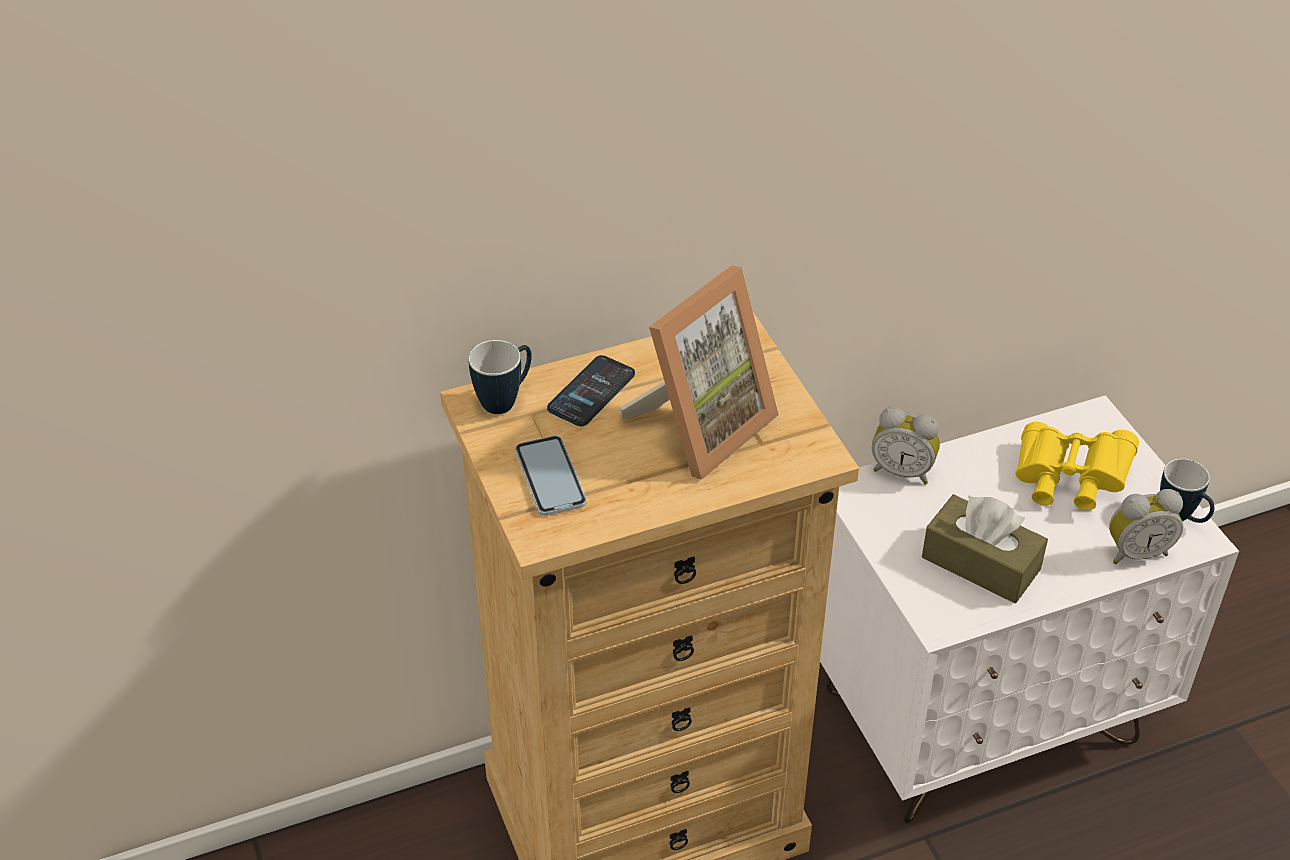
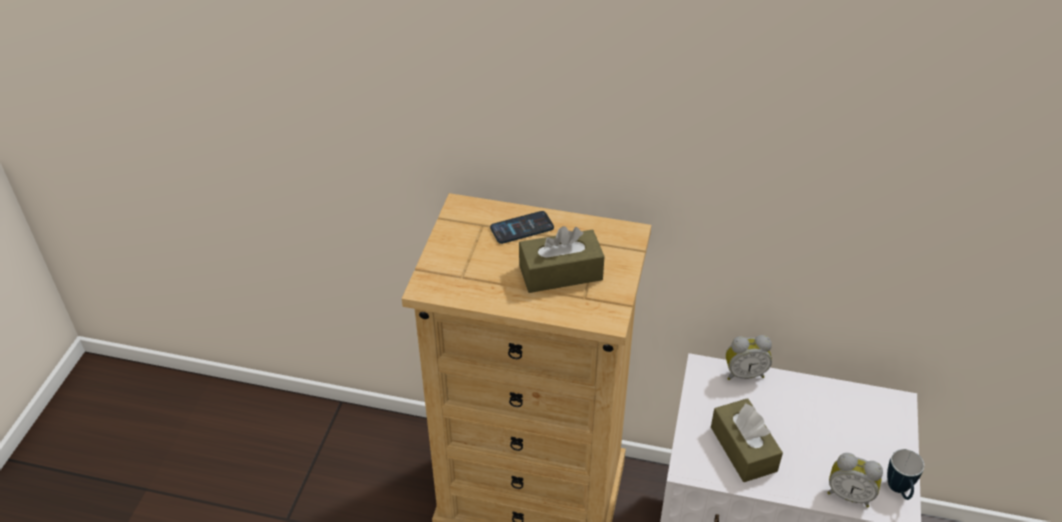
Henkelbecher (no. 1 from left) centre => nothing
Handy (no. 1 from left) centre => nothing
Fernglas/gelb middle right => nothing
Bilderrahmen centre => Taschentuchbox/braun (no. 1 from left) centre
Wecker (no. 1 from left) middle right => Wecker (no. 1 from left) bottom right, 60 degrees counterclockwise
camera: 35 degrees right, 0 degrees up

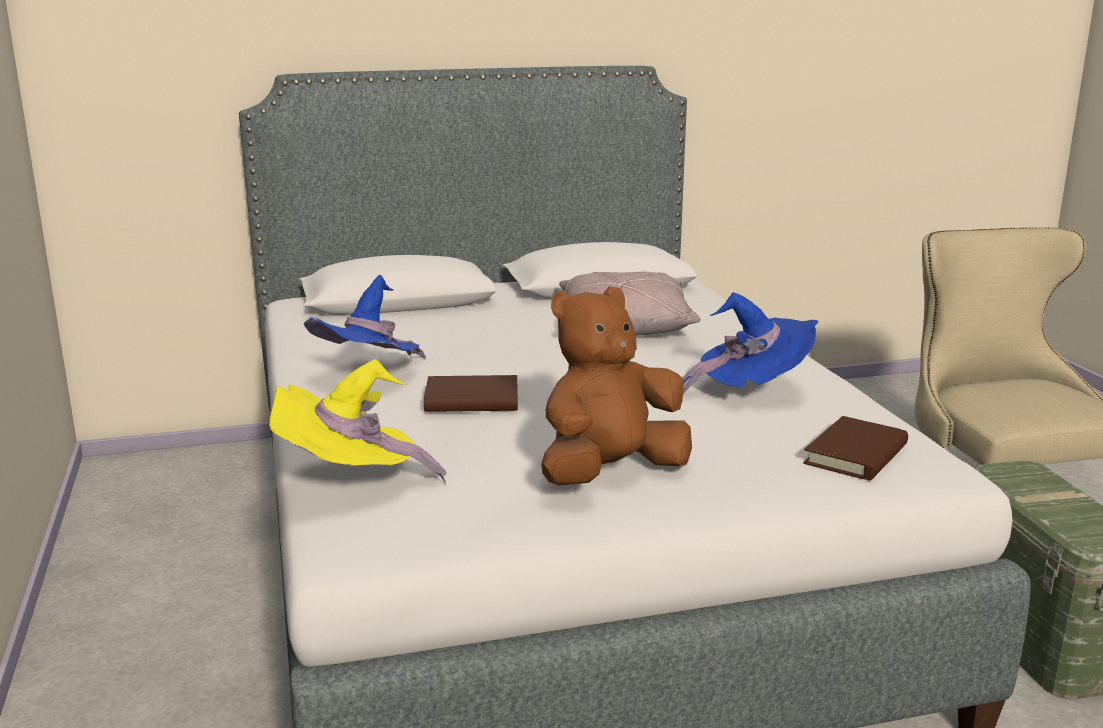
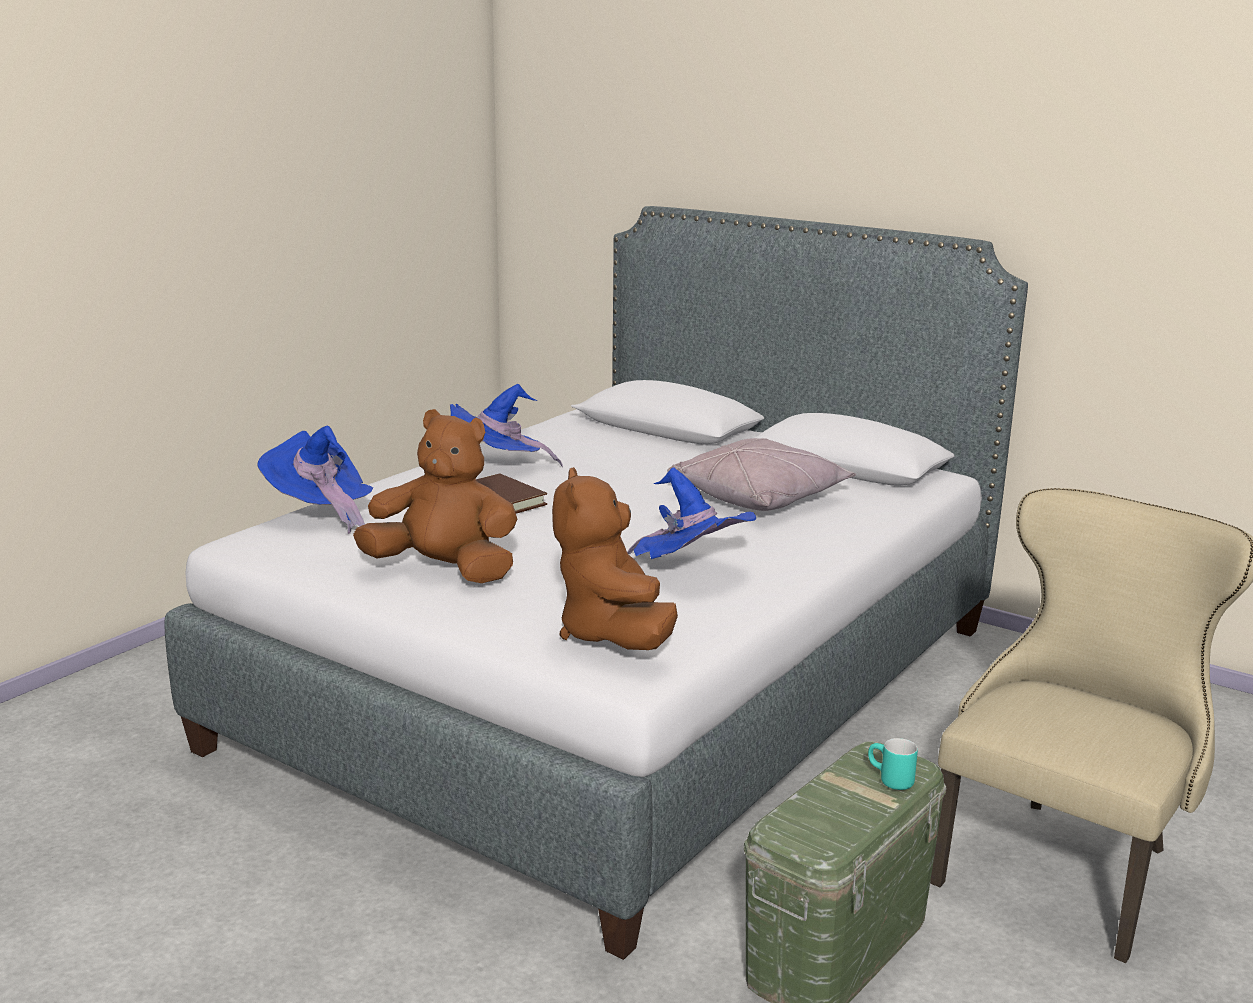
nothing => Henkelbecher/türkis bottom right
Buch/braun (no. 2 from left) middle right => Plüschtier/braun (no. 2 from left) centre
Hut/gelb middle left => Hut/blau (no. 1 from left) middle left
camera: 50 degrees right, 0 degrees up

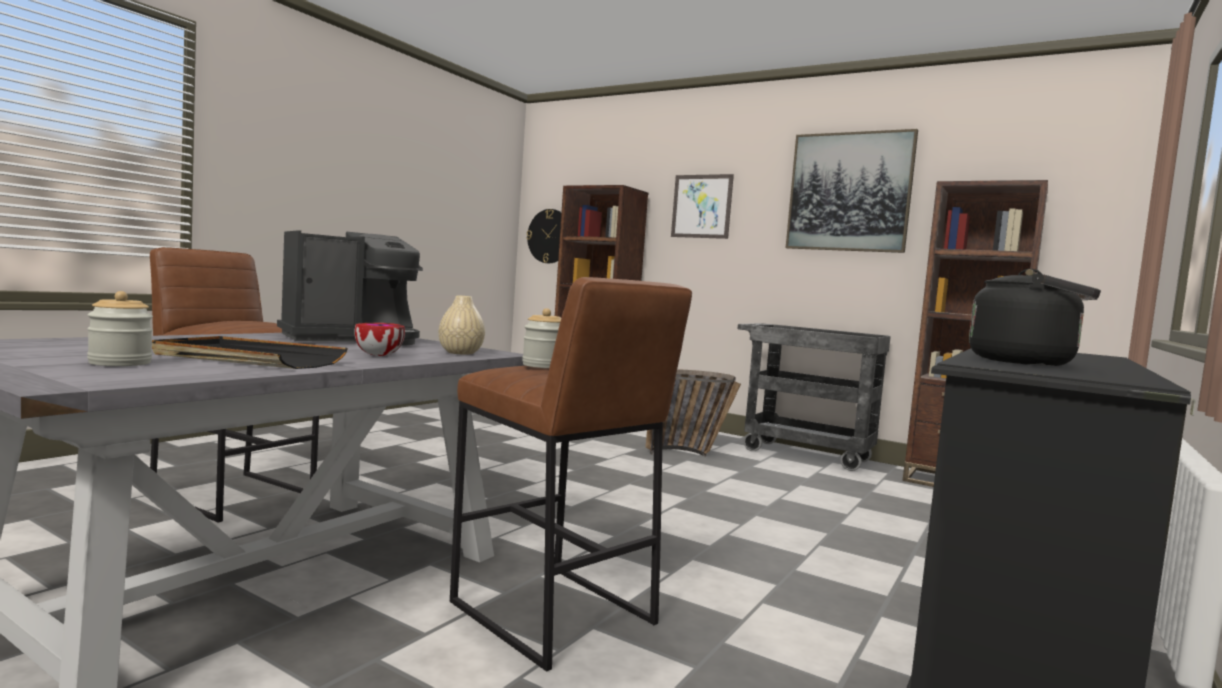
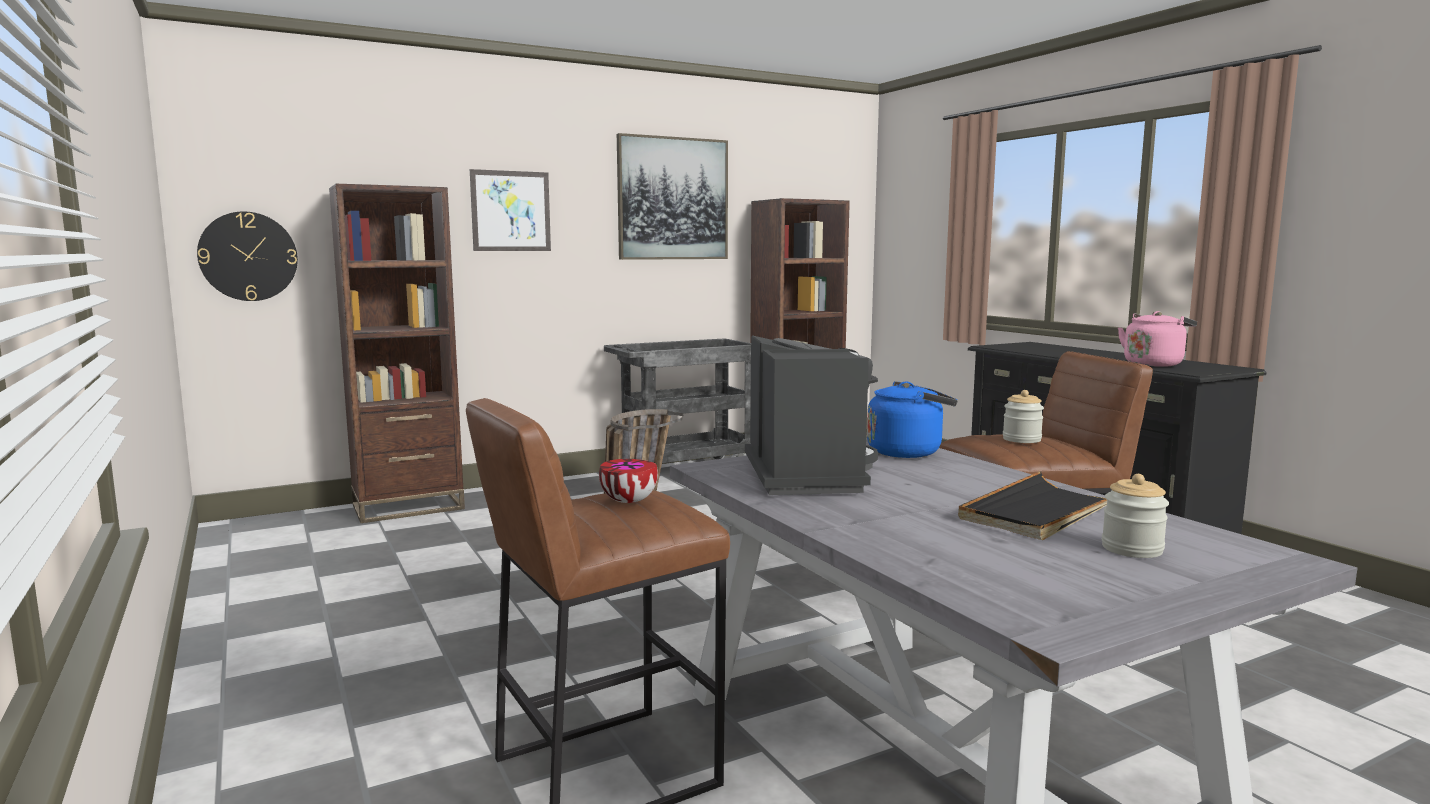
Schüssel middle left => Schüssel centre, relocated
Vase/beige centre => Wasserkessel/blau centre
Wasserkessel/schwarz middle right => Wasserkessel/rosa middle right
camera: 60 degrees left, 5 degrees up

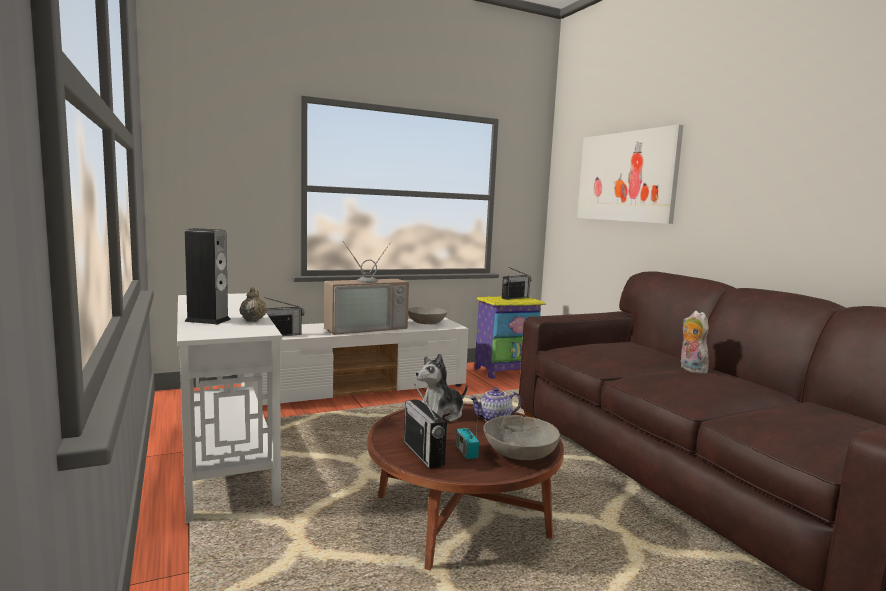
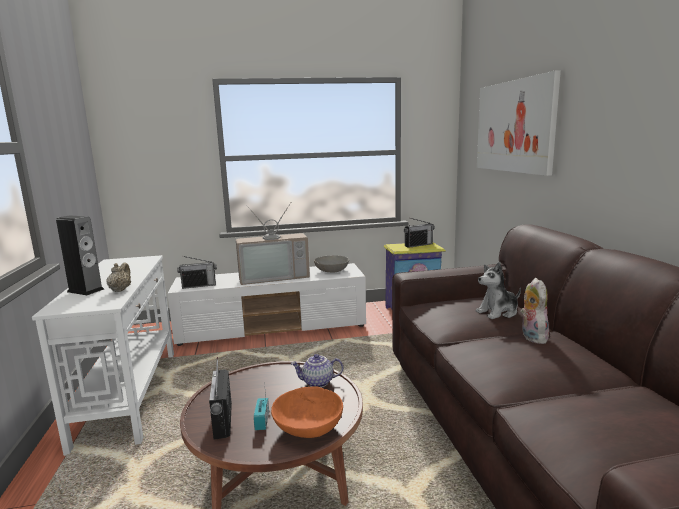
Plüschtier (no. 1 from left) centre => Plüschtier (no. 1 from left) middle right, relocated
Schüssel/grau (no. 2 from left) bottom centre => Schüssel/orange bottom centre
camera: 15 degrees right, 5 degrees up

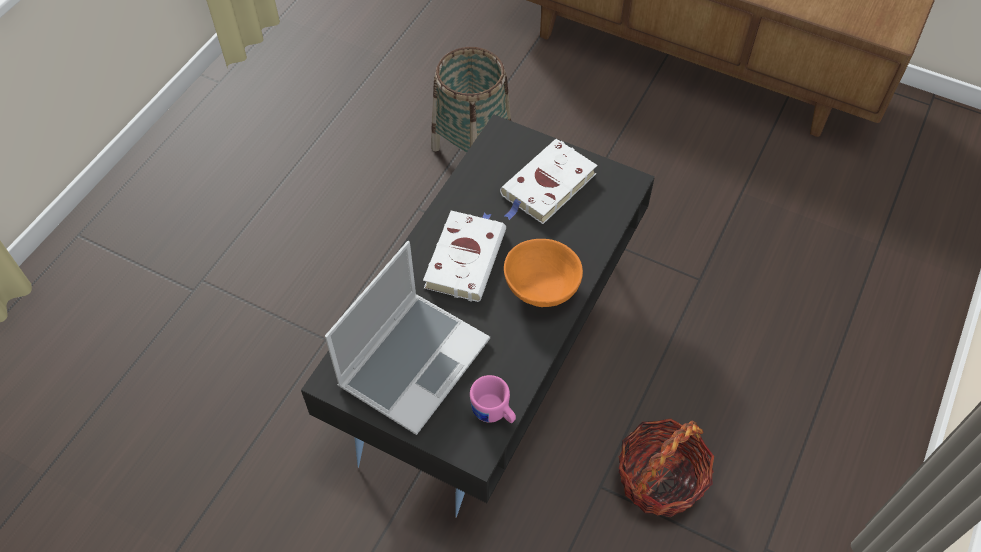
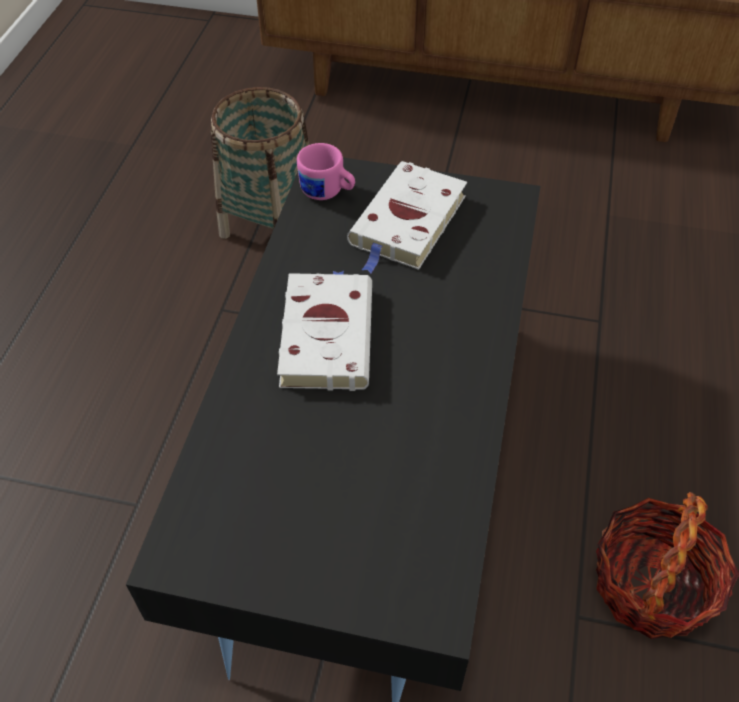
Laptop centre => nothing
Schüssel/orange centre => nothing
Henkelbecher/rosa bottom centre => Henkelbecher/rosa top centre, relocated
camera: 15 degrees left, 5 degrees down

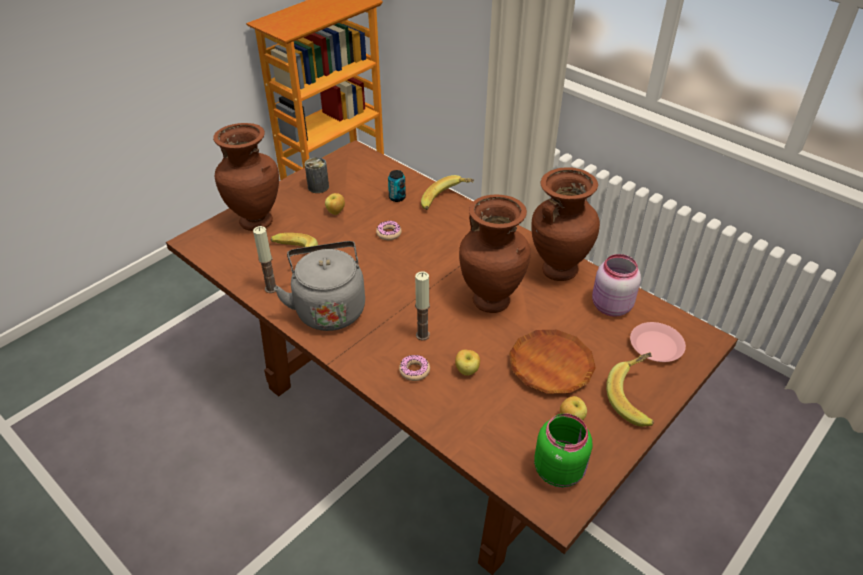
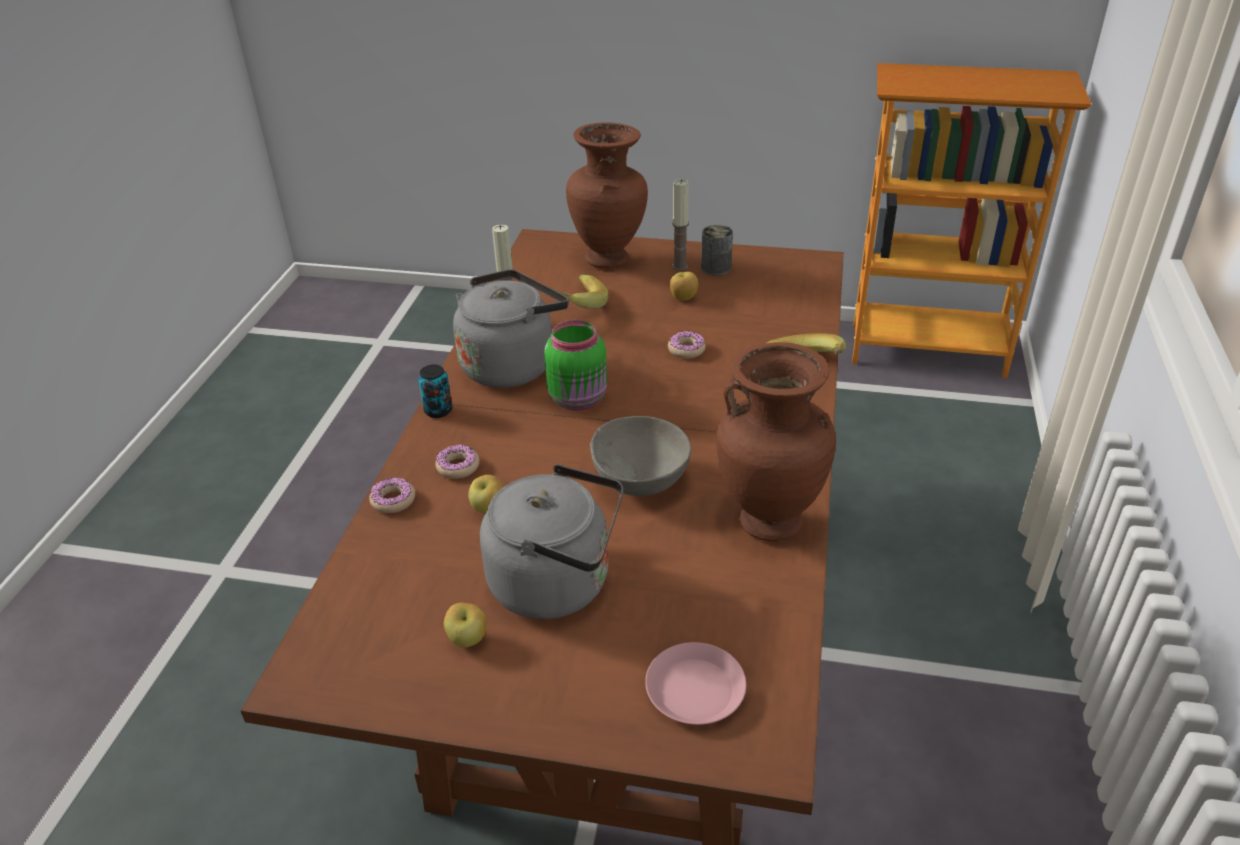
Vorratsglas/rosa middle right => nothing
Banane (no. 3 from left) bottom right => nothing
nothing => Donut (no. 1 from left) middle left
Dose (no. 2 from left in the first image) top centre => Dose (no. 1 from left) centre, relocated
Kerze (no. 2 from left) centre => Kerze (no. 2 from left) top centre, relocated
Vorratsglas/grün bottom centre => Vorratsglas/grün centre, relocated
Vase/braun (no. 2 from left) centre => Schüssel/grau centre
Teller/braun centre => Wasserkessel/grau (no. 2 from left) centre
camera: 60 degrees right, 5 degrees down

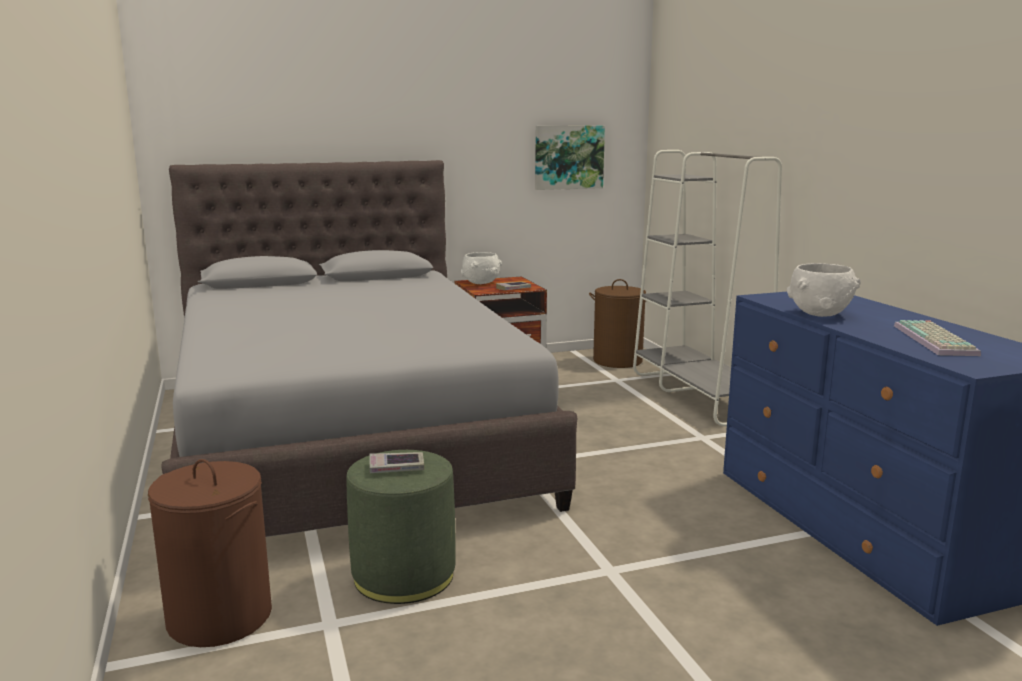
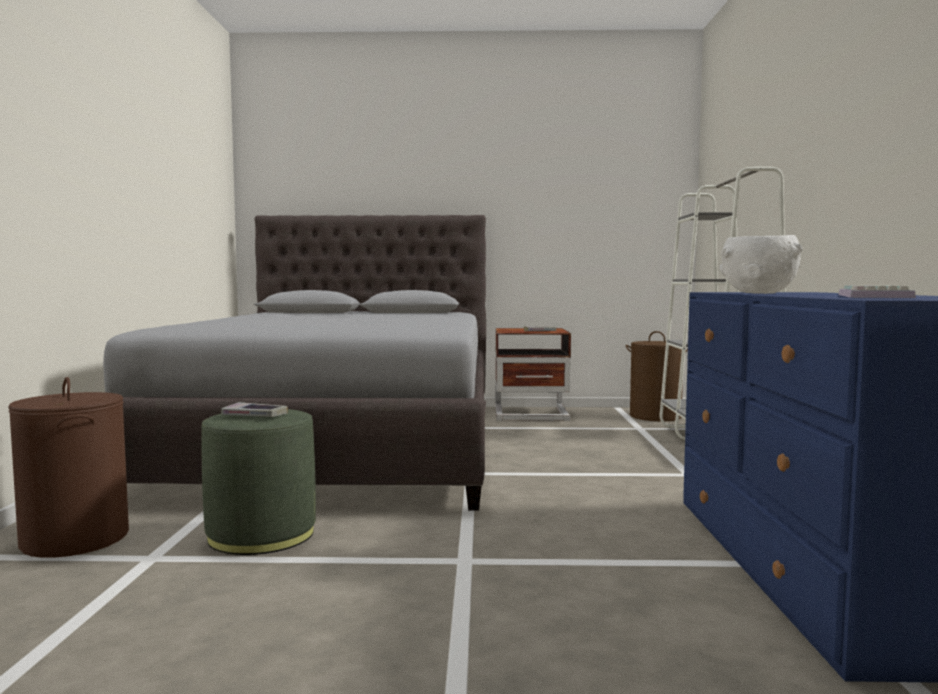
Schüssel/weiß (no. 1 from left) centre => nothing
Bild top centre => nothing
camera: 20 degrees right, 10 degrees down

